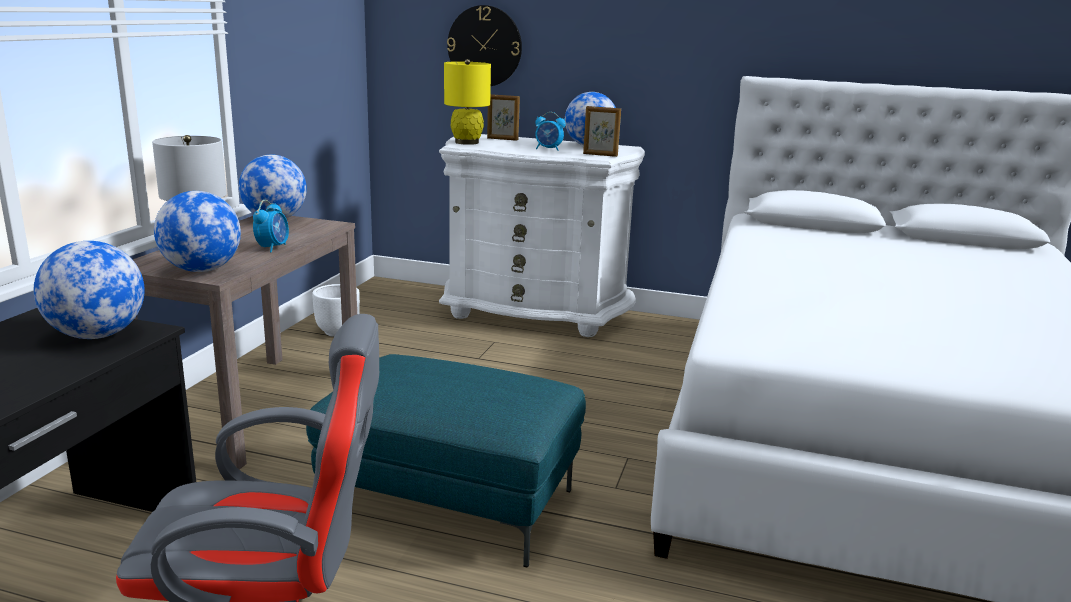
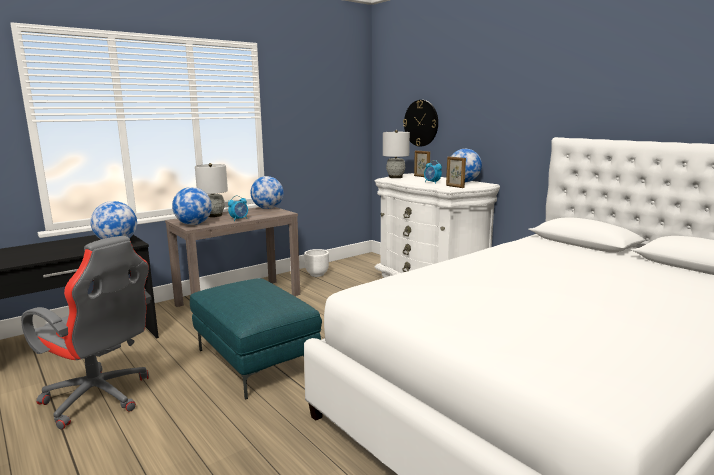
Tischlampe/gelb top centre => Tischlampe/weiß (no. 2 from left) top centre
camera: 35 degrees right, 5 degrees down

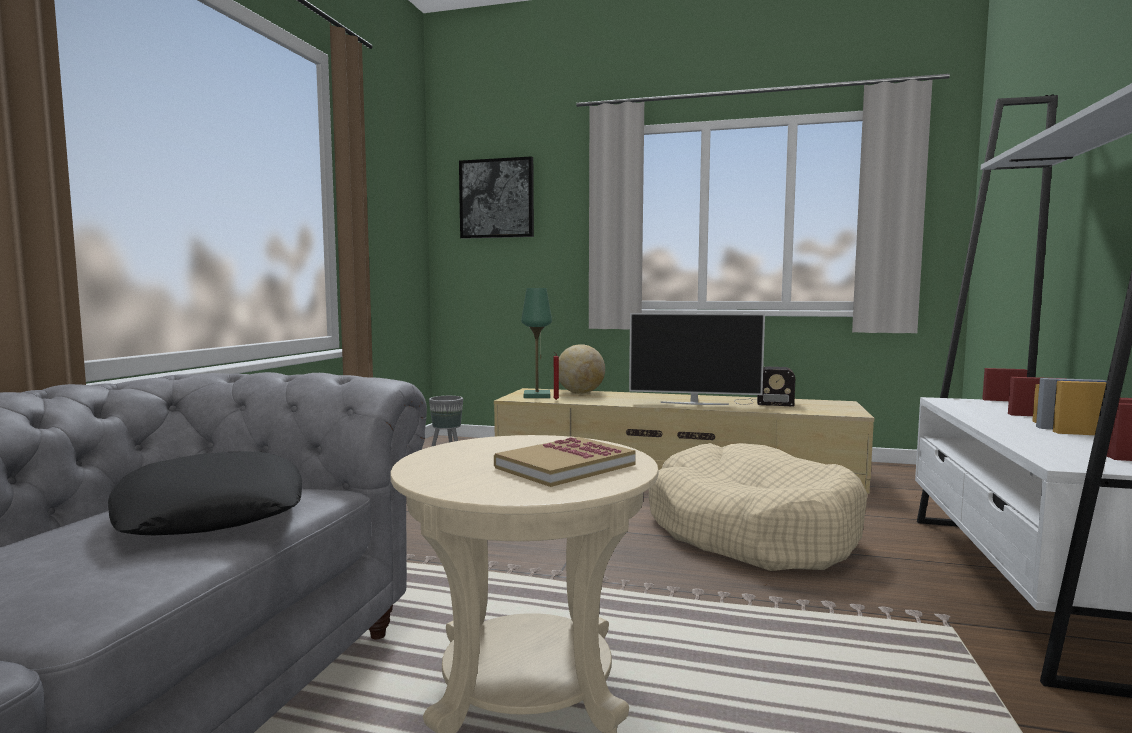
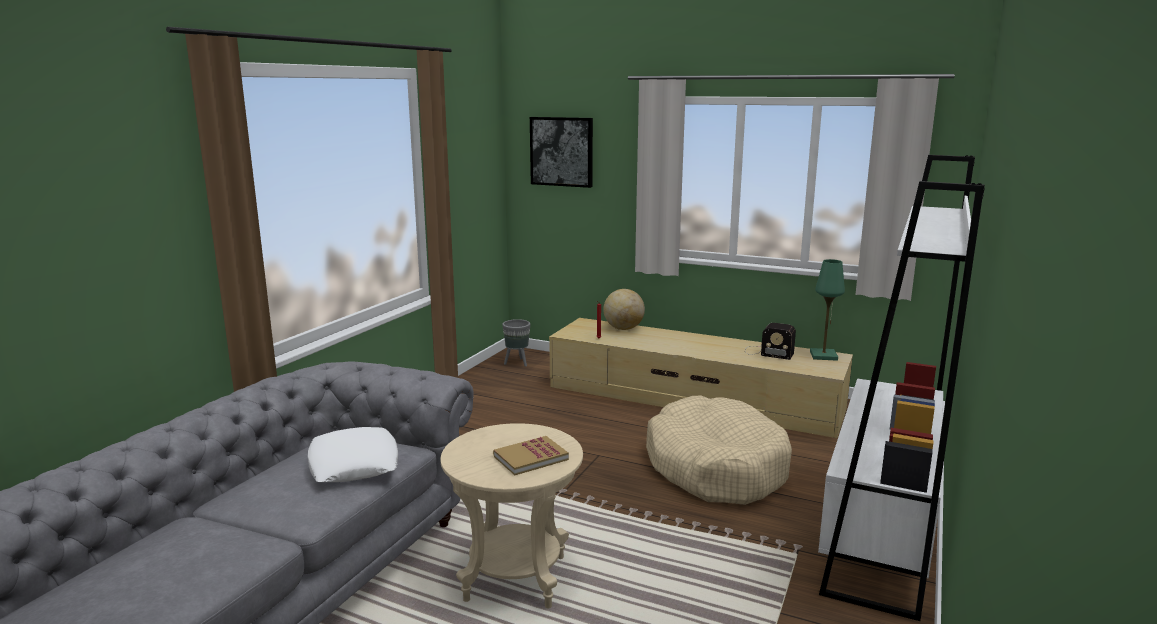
Fernseher centre => nothing
Tischlampe/grün centre => Tischlampe/grün middle right, relocated
Kissen/schwarz bottom left => Kissen/weiß bottom left
camera: 10 degrees right, 10 degrees up

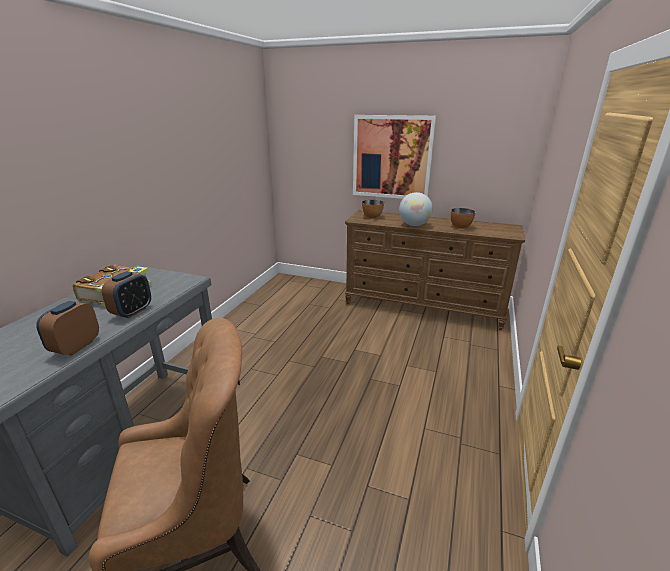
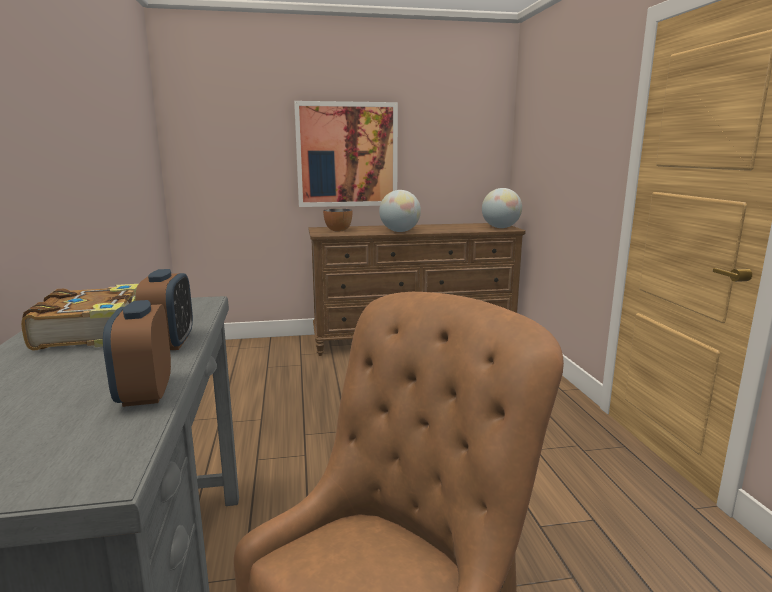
Schüssel (no. 2 from left) middle right => nothing
nothing => Globus (no. 2 from left) centre
camera: 30 degrees left, 10 degrees down

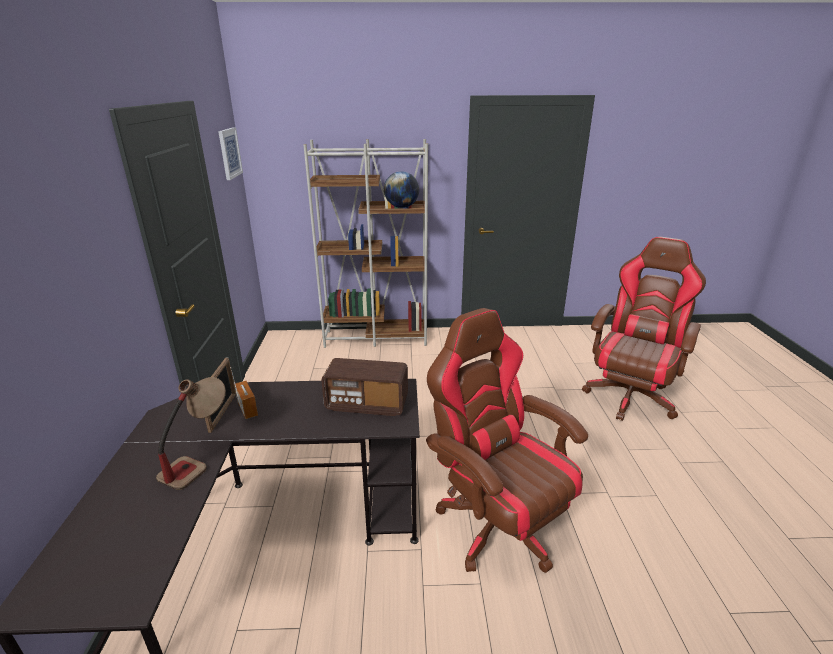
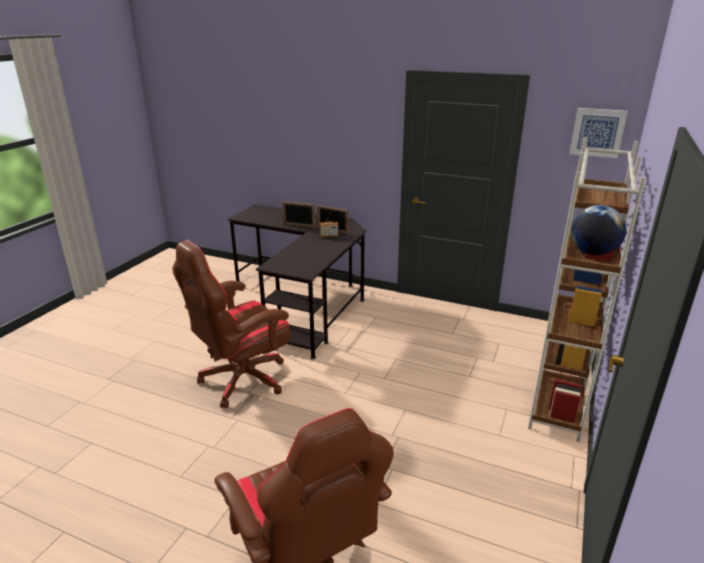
Radio (no. 2 from left) centre => nothing
Tischlampe middle left => Bilderrahmen (no. 1 from left) centre
Bürostuhl/braun (no. 1 from left) bottom centre => Bürostuhl/braun (no. 1 from left) middle left, 150 degrees clockwise
camera: 115 degrees right, 0 degrees up

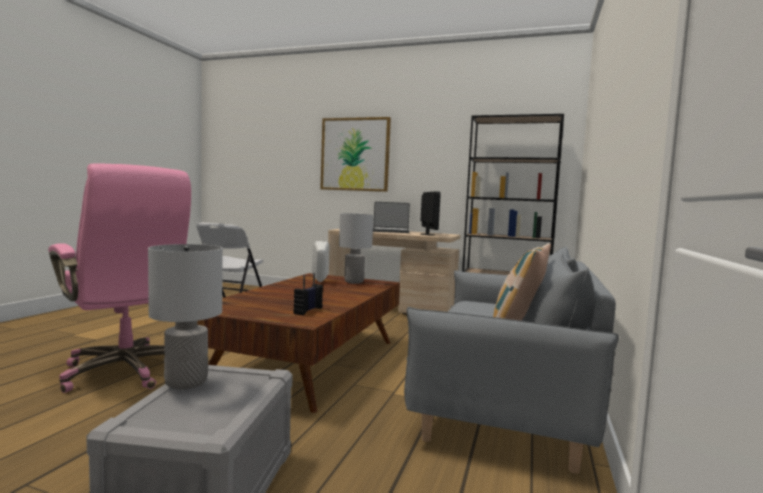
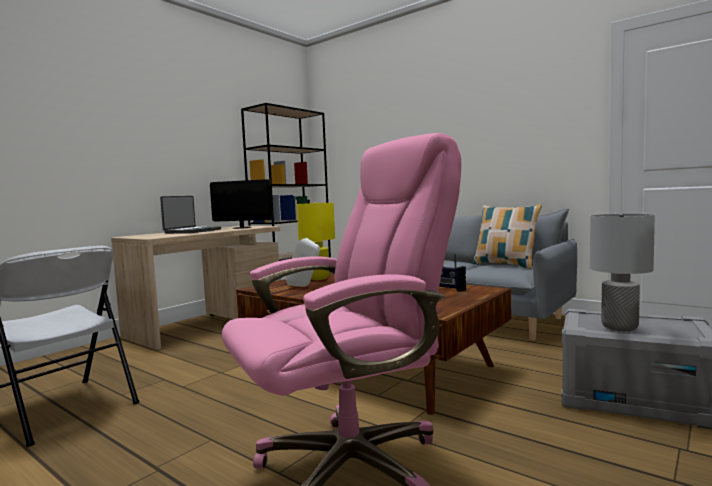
Bild top centre => nothing
Tischlampe/grau (no. 2 from left) centre => Tischlampe/gelb centre
camera: 70 degrees left, 0 degrees up

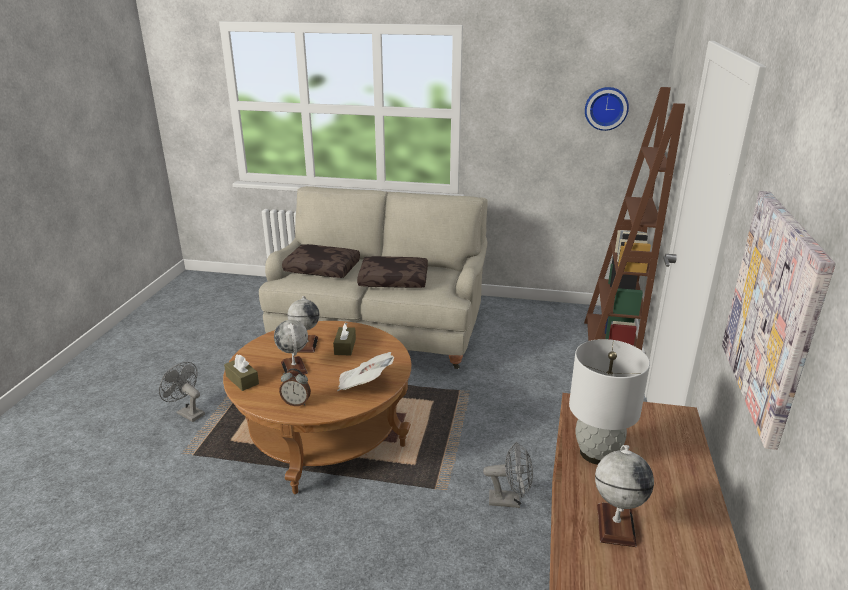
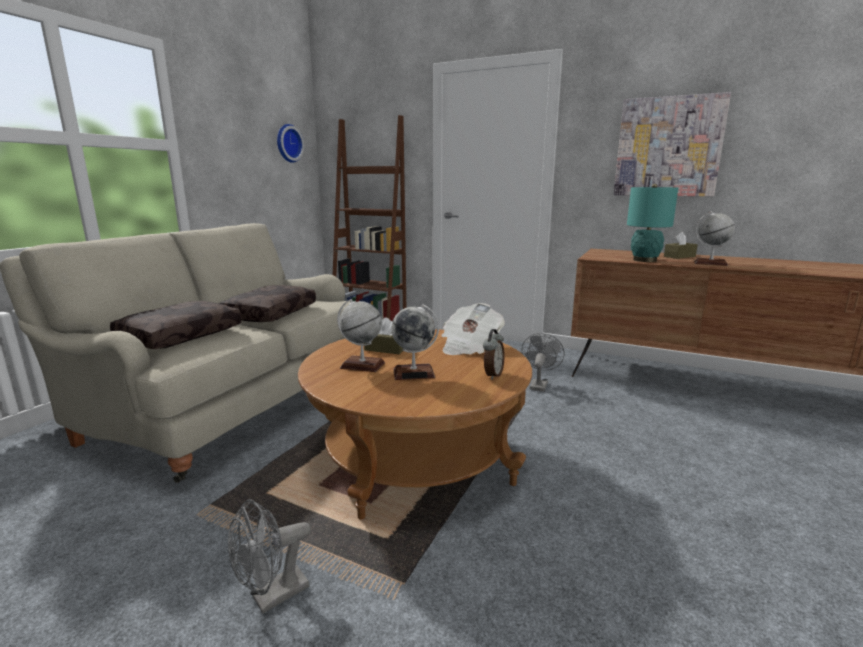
Taschentuchbox/braun (no. 1 from left in the first image) middle left => Taschentuchbox/braun (no. 2 from left) middle right, relocated
Tischlampe/weiß bottom right => Tischlampe/türkis middle right
camera: 75 degrees left, 10 degrees down

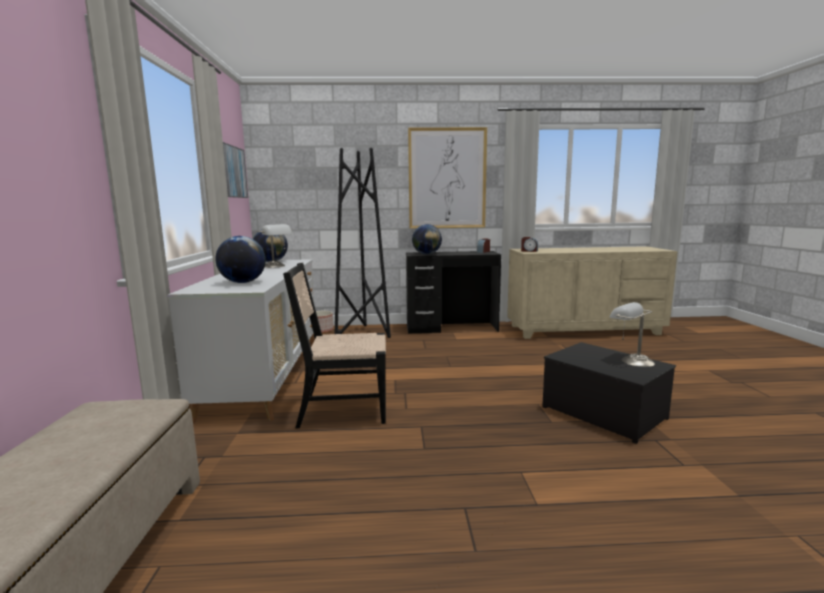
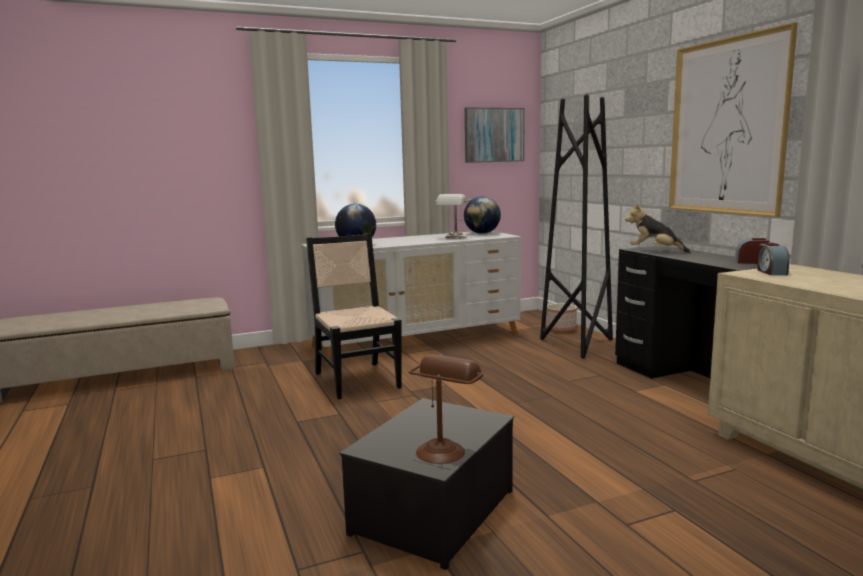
Globus (no. 3 from left) centre => Plüschtier middle right
Tischlampe/weiß (no. 2 from left) middle right => Tischlampe/braun bottom centre
camera: 70 degrees right, 0 degrees up

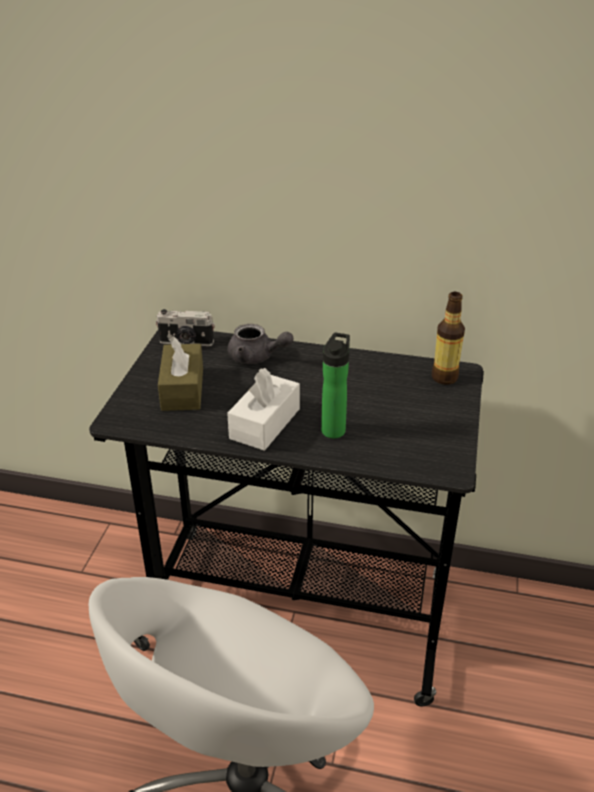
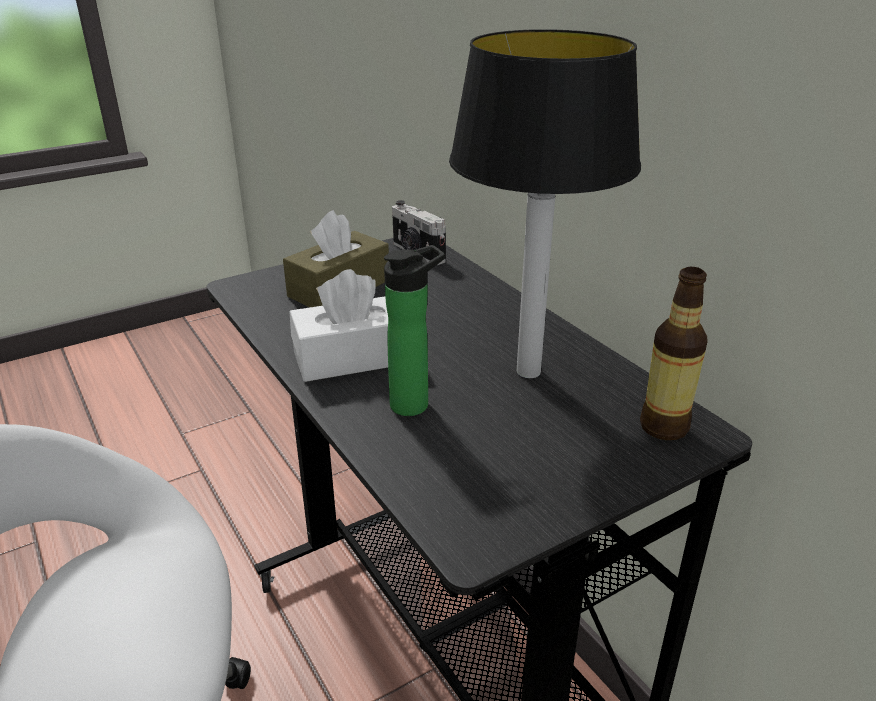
Teekanne/grau centre => nothing
nothing => Tischlampe top centre
camera: 45 degrees right, 5 degrees down

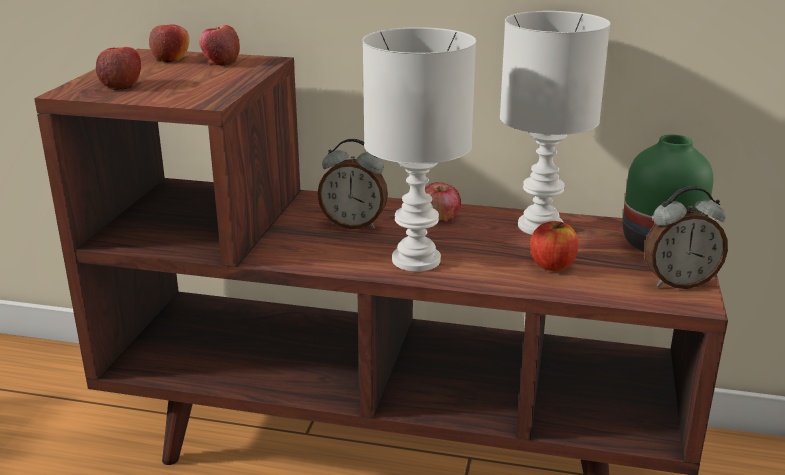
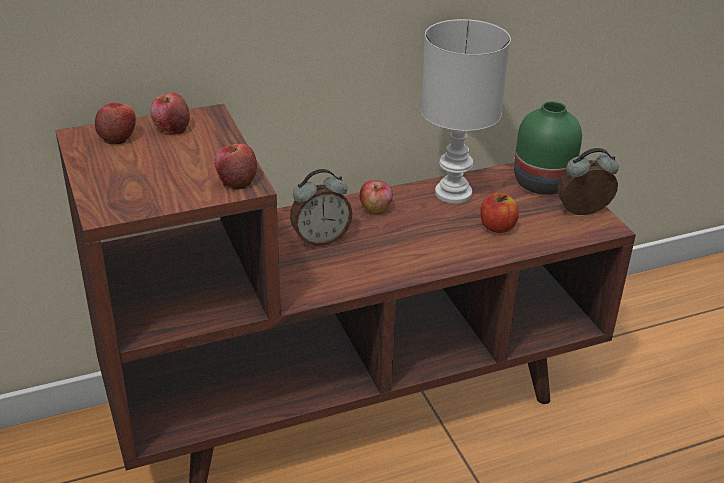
Tischlampe/weiß (no. 1 from left) top centre => nothing
Apfel (no. 1 from left in the first image) top left => Apfel (no. 3 from left) middle left, relocated
Wecker (no. 2 from left) middle right, 150 degrees counterclockwise
camera: 35 degrees left, 10 degrees up

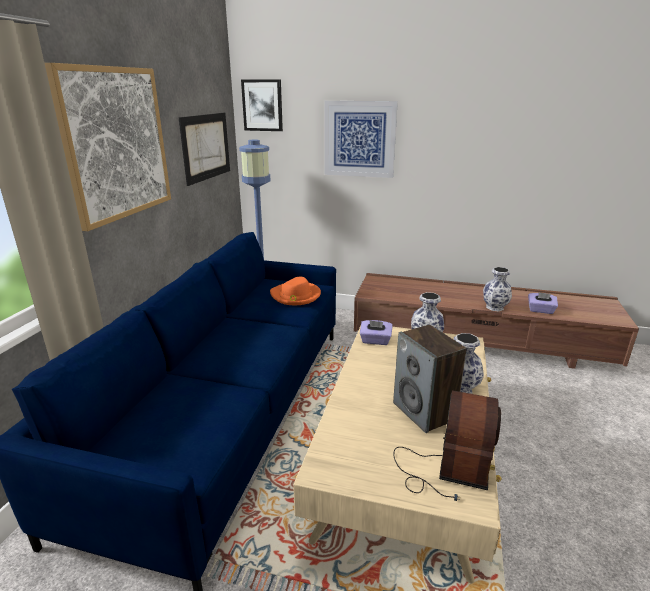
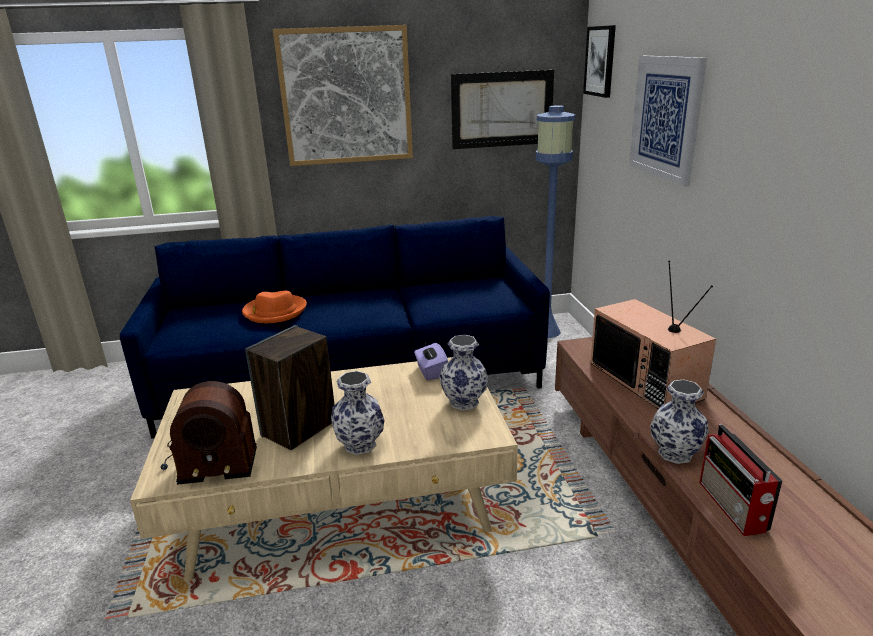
nothing => Fernseher middle right
Hut/orange centre => Hut/orange middle left, relocated
Taschentuchbox/lila (no. 2 from left) middle right => Radio (no. 2 from left) bottom right
camera: 65 degrees right, 0 degrees up

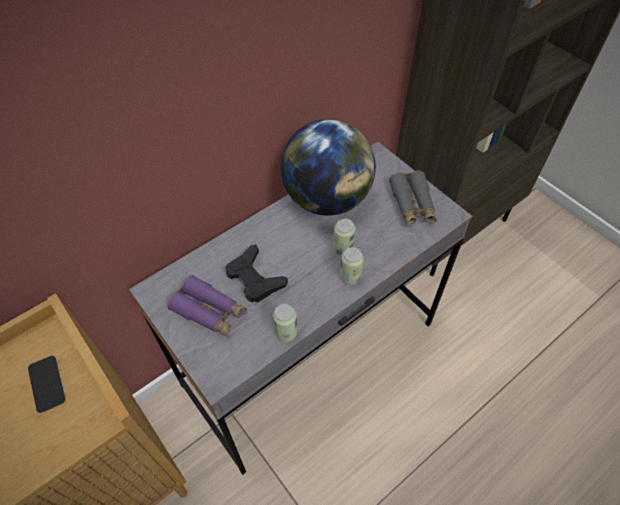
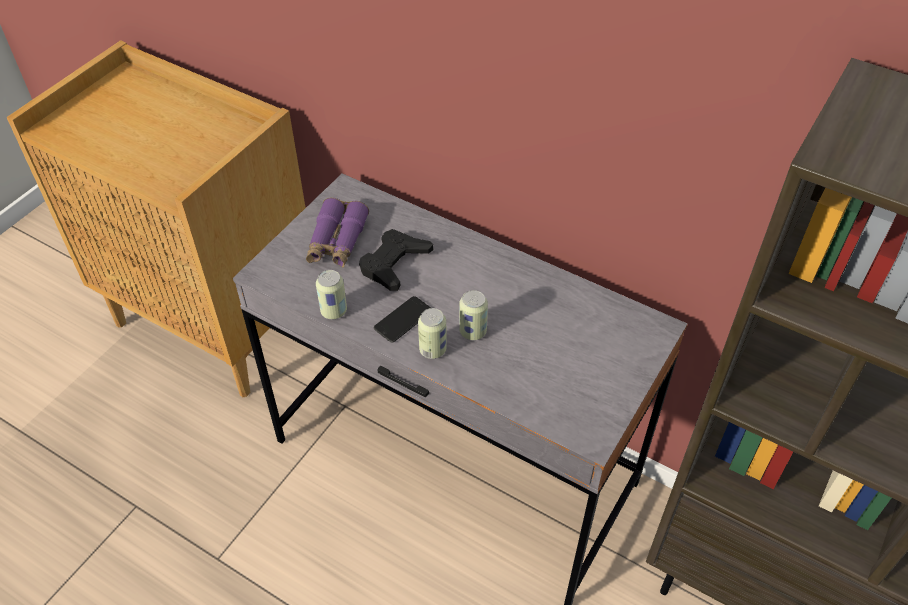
Globus top centre => nothing
Fernglas/grau centre => nothing
Handy bottom left => Handy centre, relocated
camera: 70 degrees right, 5 degrees down

